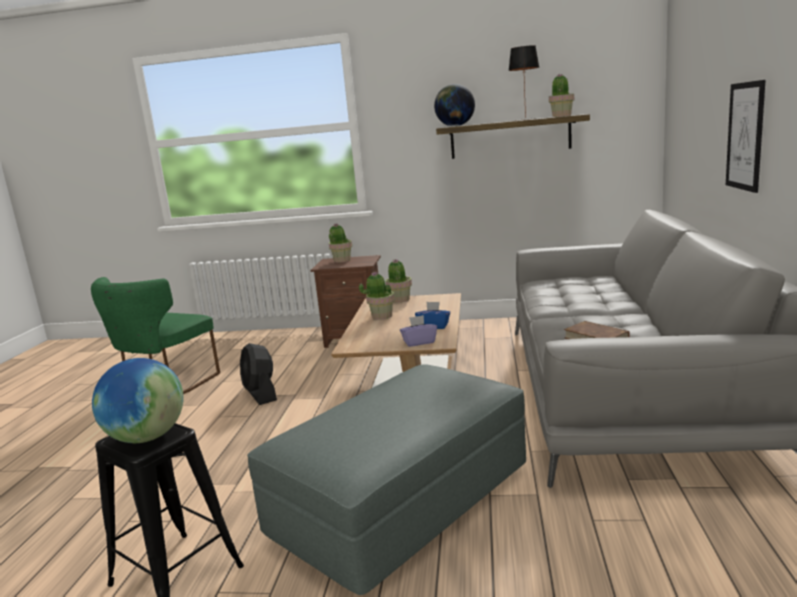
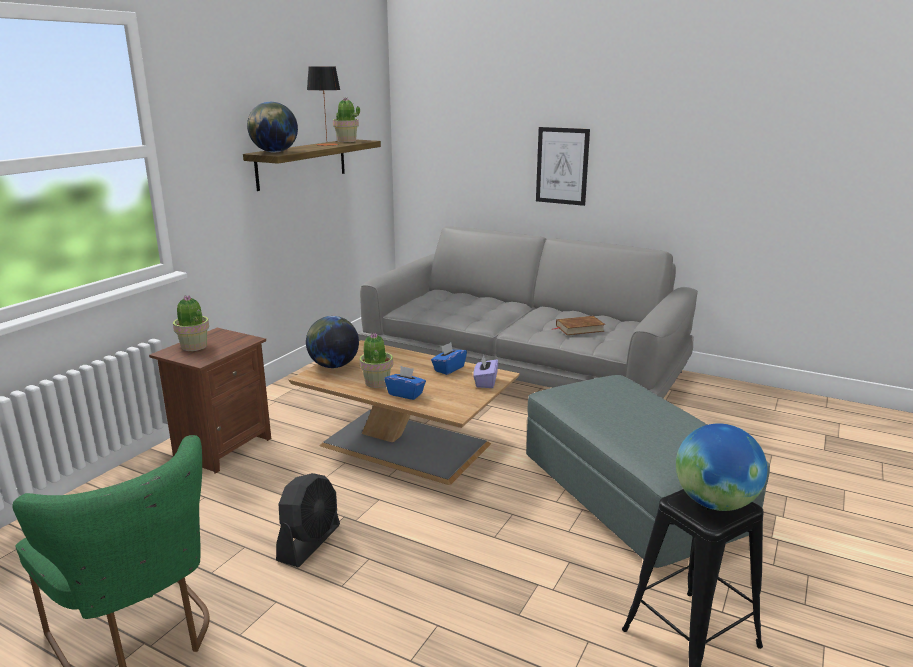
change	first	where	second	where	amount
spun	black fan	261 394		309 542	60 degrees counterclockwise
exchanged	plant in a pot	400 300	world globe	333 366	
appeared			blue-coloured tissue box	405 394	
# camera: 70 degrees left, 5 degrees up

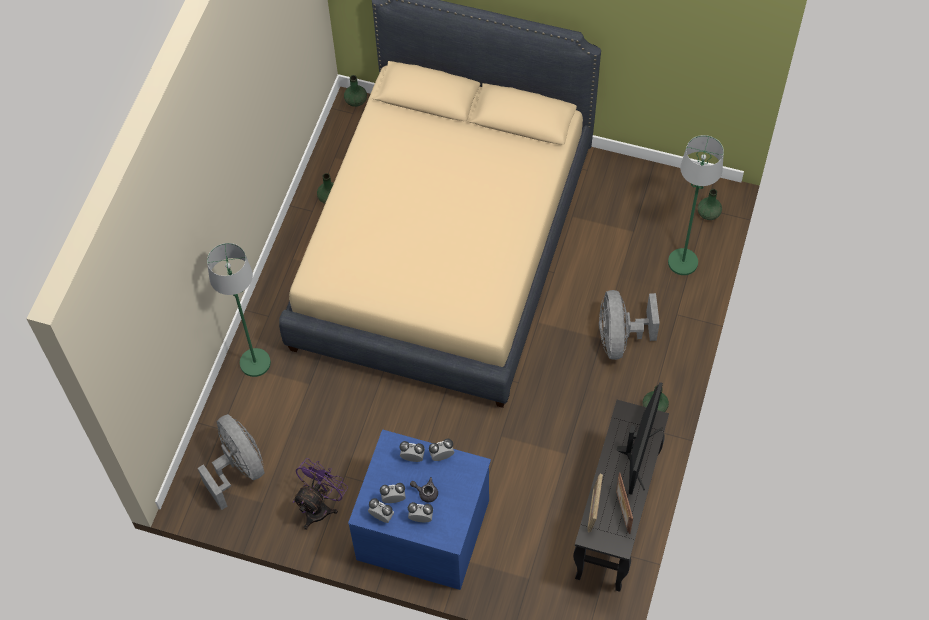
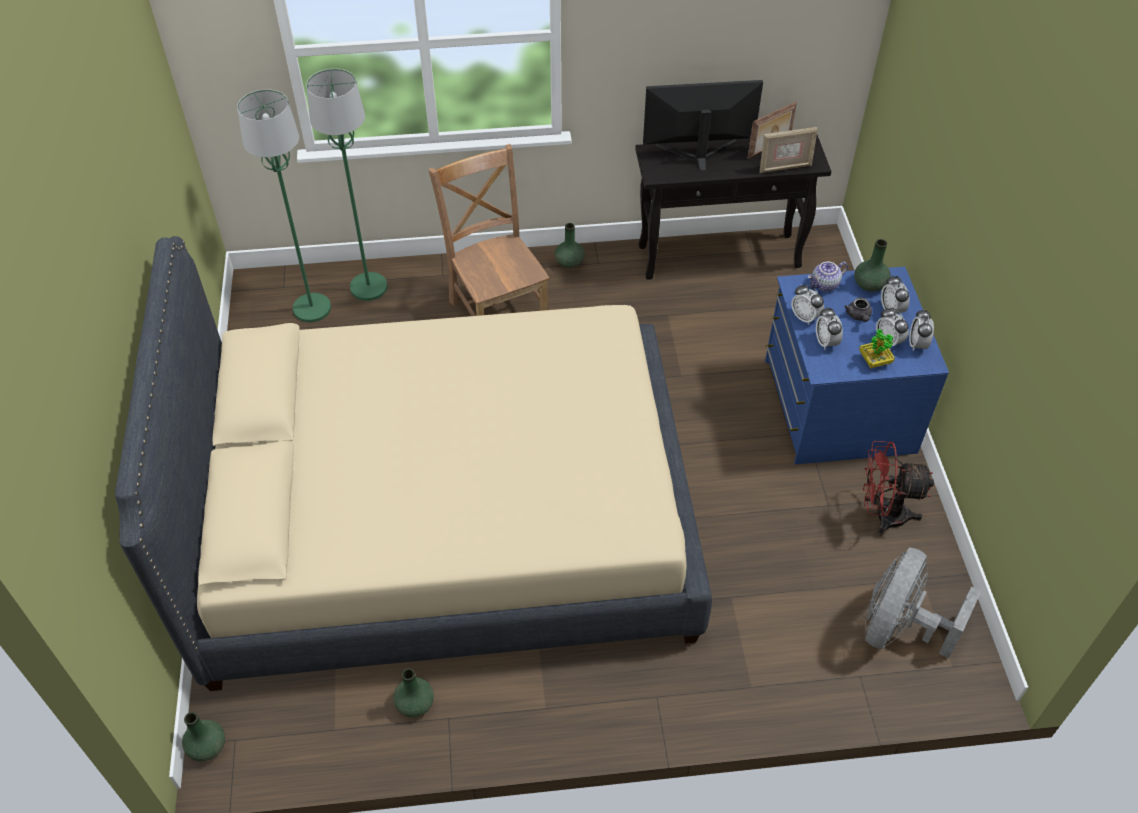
change	first	where	second	where	amount
relocated	green standard lamp	255 363		312 308	
colour	purple-coloured fan	320 506	red-coloured fan	882 515	
exchanged	gray fan	620 338	brownish plain chair	497 312	
relocated	green decorative vase	709 213		869 284	
appeared			teapot	825 285	
appeared			plant in a pot	874 361	
# camera: 115 degrees left, 10 degrees down

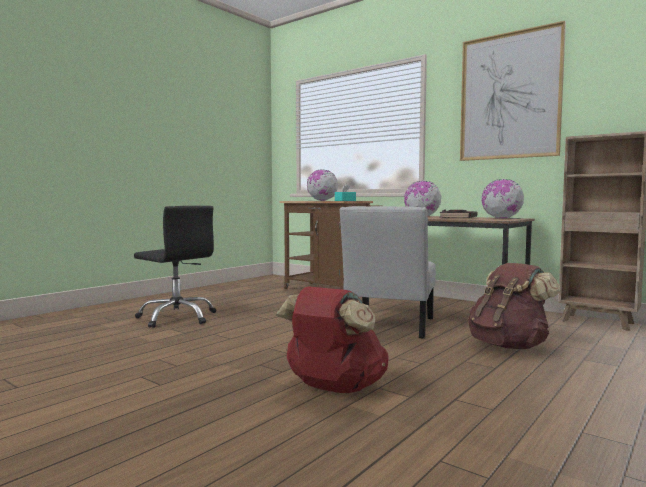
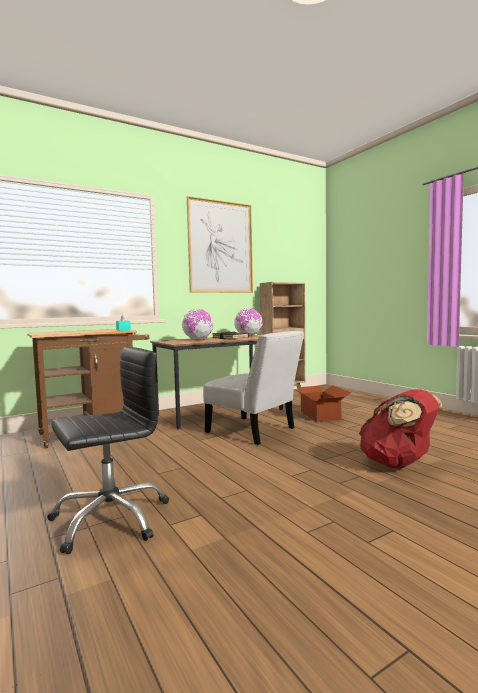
change	first	where	second	where	amount
missing	world globe	322 200			
exchanged	brownish backpack	508 346	packing box	320 415	
# camera: 70 degrees left, 0 degrees up

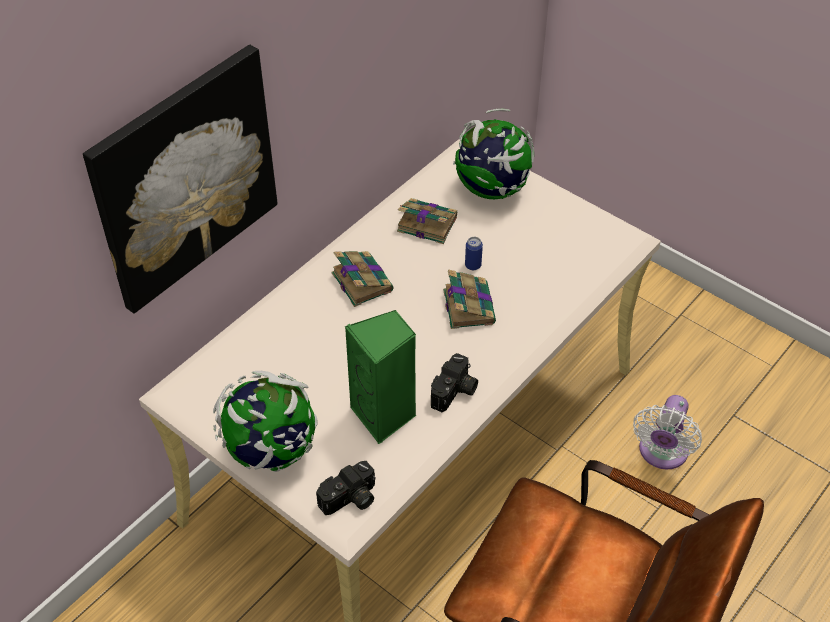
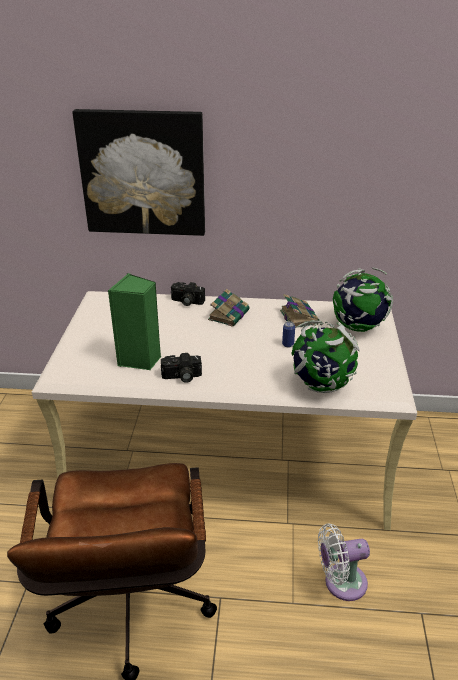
change	first	where	second	where	amount
relocated	world globe	271 451		321 384	
relocated	still camera	350 500		186 302	
missing	book	468 305			
# camera: 55 degrees right, 15 degrees down

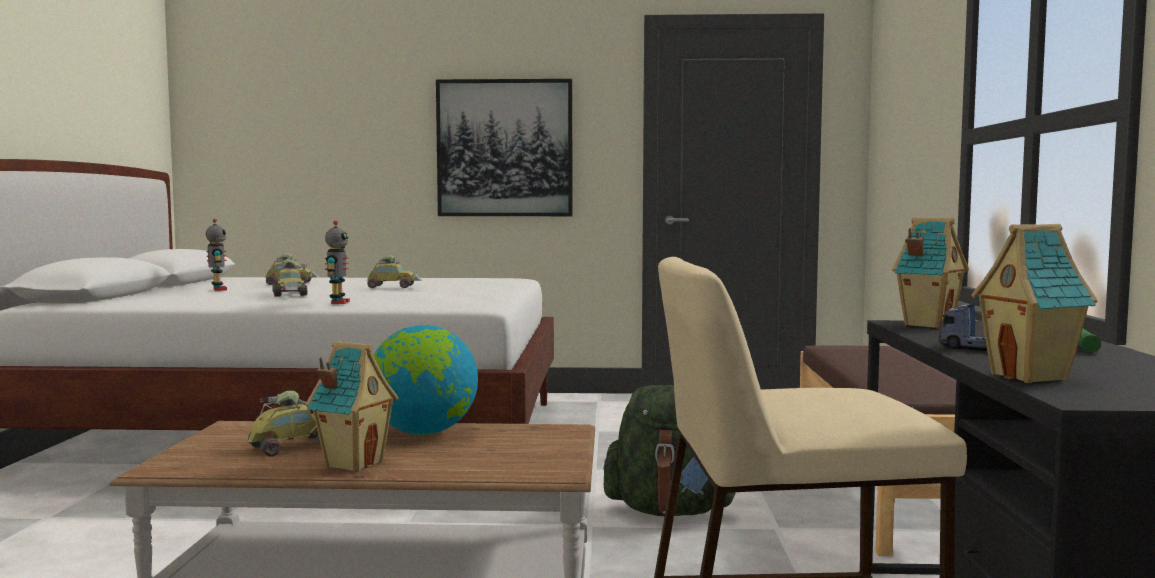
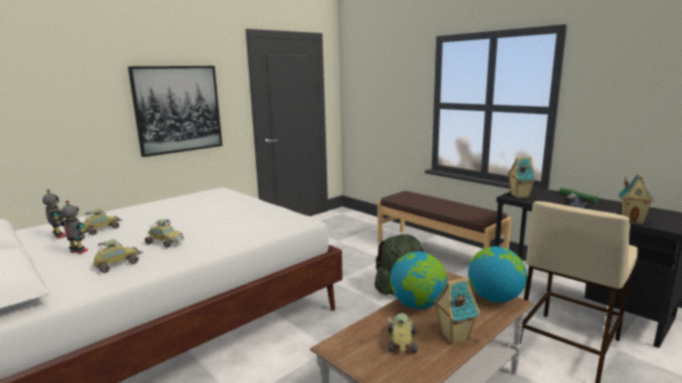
change	first	where	second	where	amount
relocated	model robot	338 302		58 236	
relocated	miniature car	392 286		117 264	
appeared			world globe	494 298	
# camera: 45 degrees left, 10 degrees up

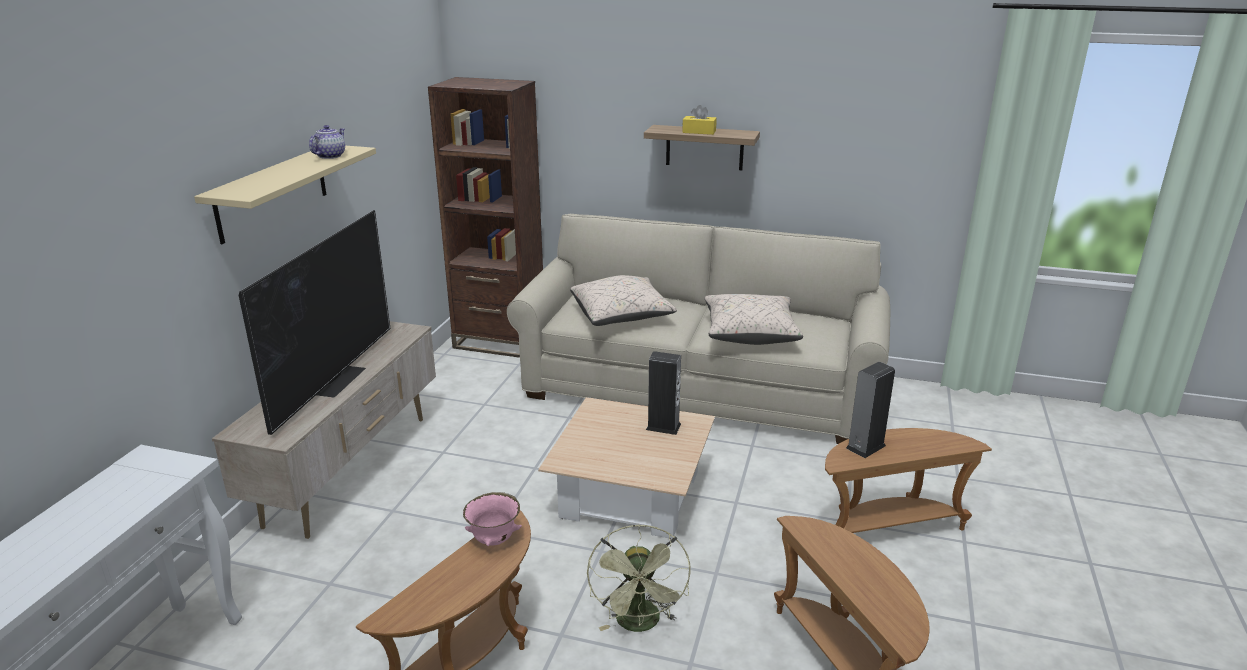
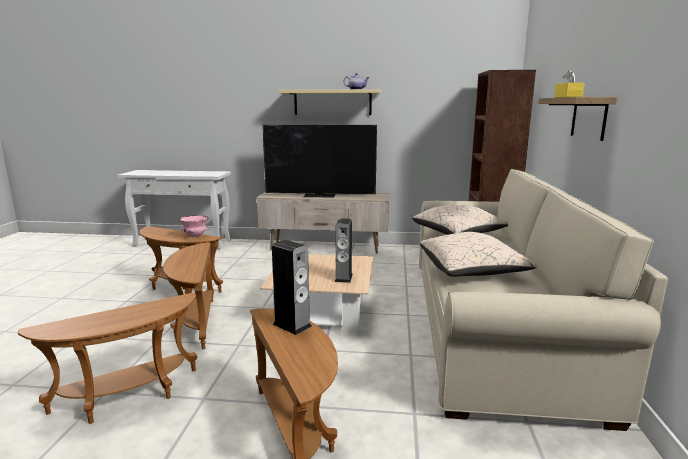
change	first	where	second	where	amount
exchanged	green fan	640 624	brownish side table	195 323	
# camera: 80 degrees right, 10 degrees down

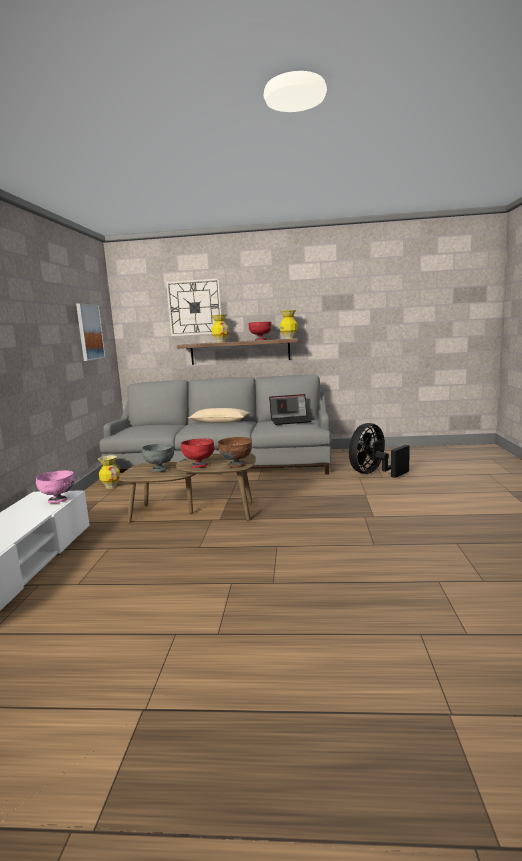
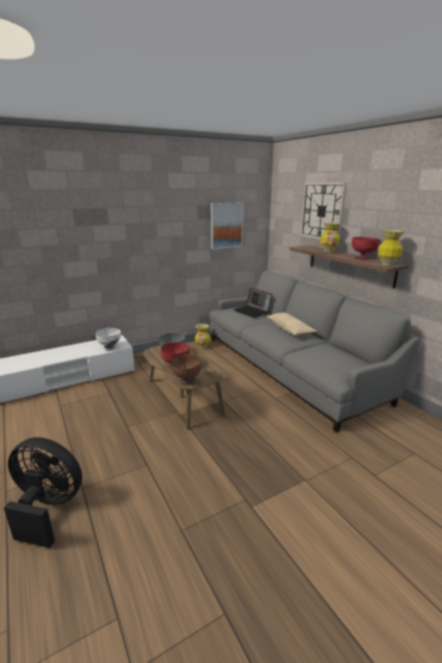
change	first	where	second	where	amount
colour	pink deep dish	58 501	white-coloured deep dish	109 348	
relocated	portable computer	291 421		252 311	
relocated	black fan	374 473		48 508	
# camera: 55 degrees right, 10 degrees up

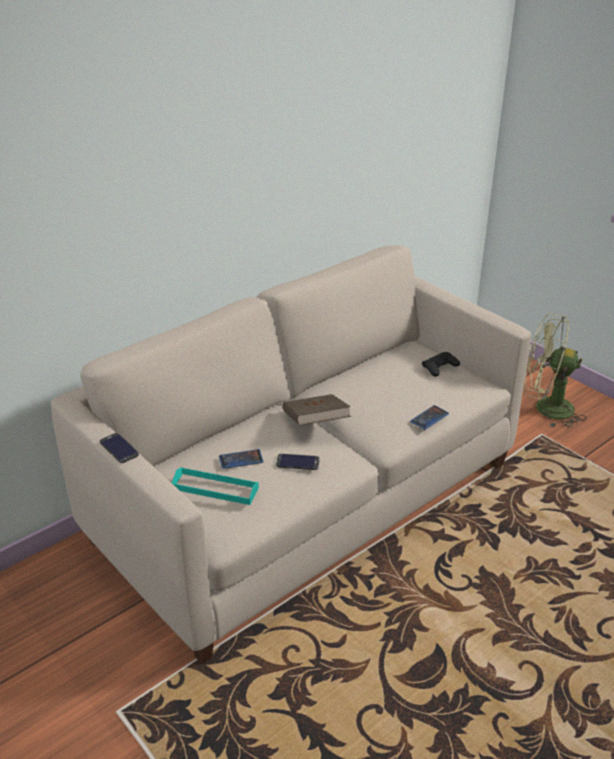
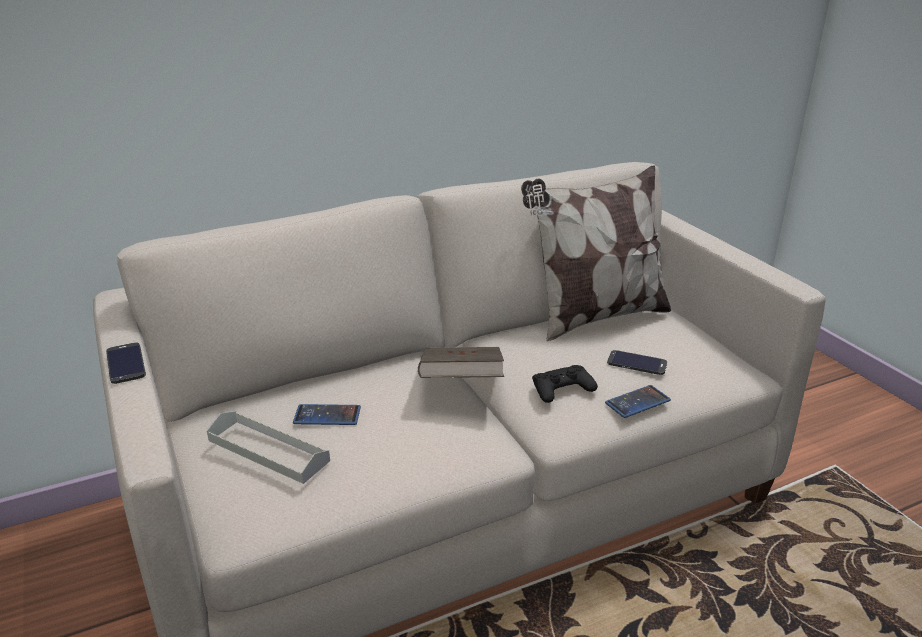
change	first	where	second	where	amount
colour	turquoise-coloured carrying tray	215 488	gray carrying tray	268 450	
relocated	telephone	297 462		637 363	
relocated	black gamepad	440 367		562 389	
missing	green fan	545 409			
appeared			throw pillow	595 316	
# camera: 15 degrees right, 5 degrees down

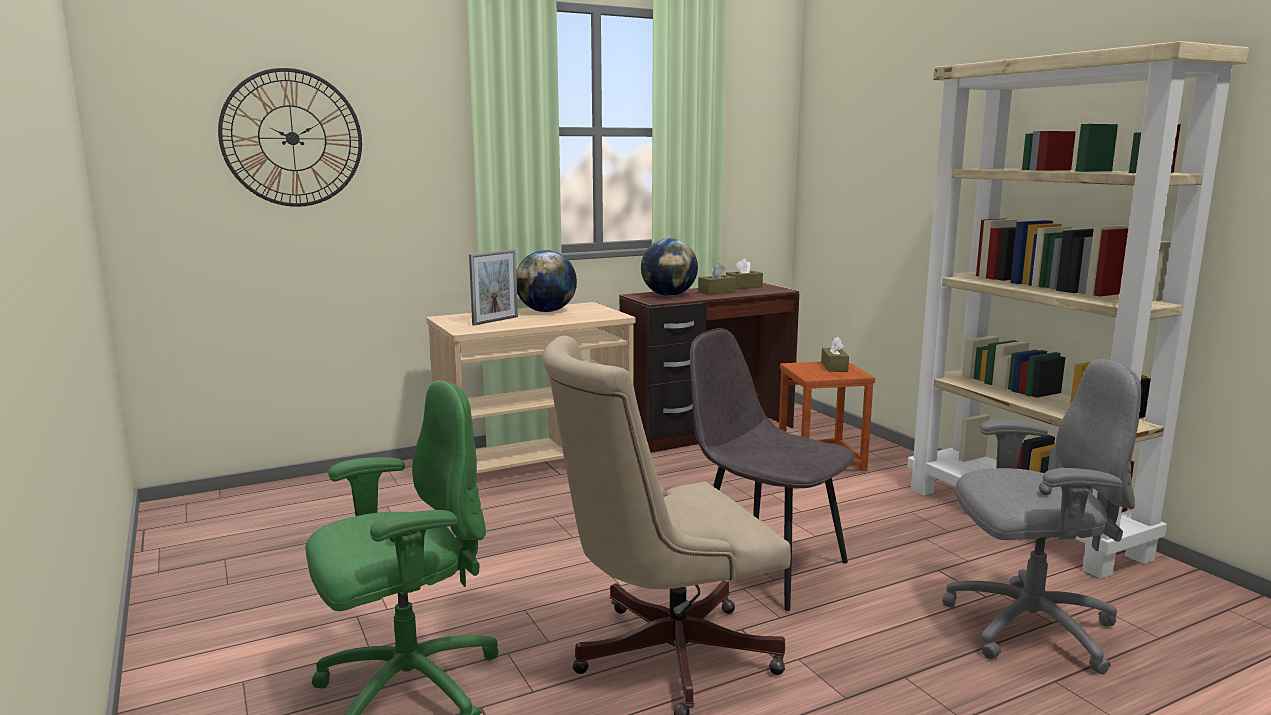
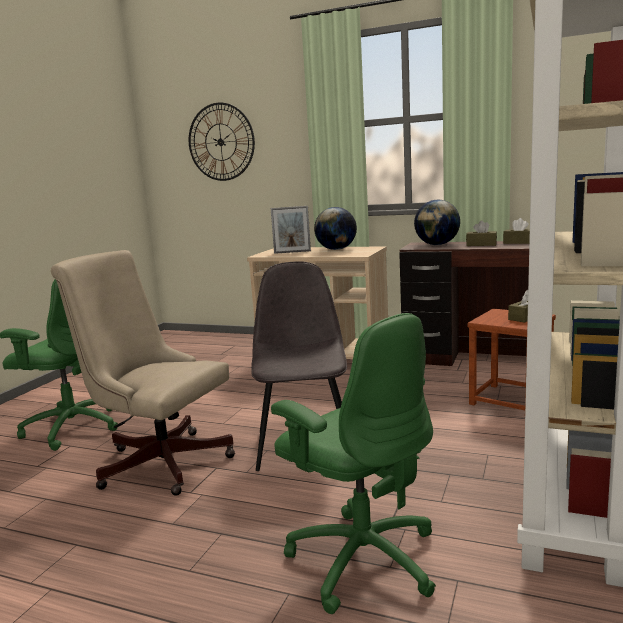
change	first	where	second	where	amount
colour	gray desk chair	1027 627	green desk chair	362 558	
# camera: 50 degrees right, 0 degrees up

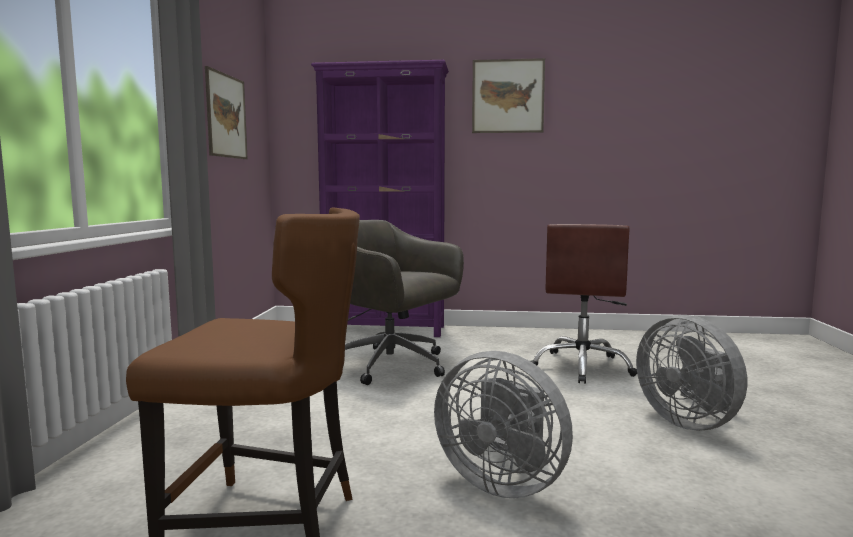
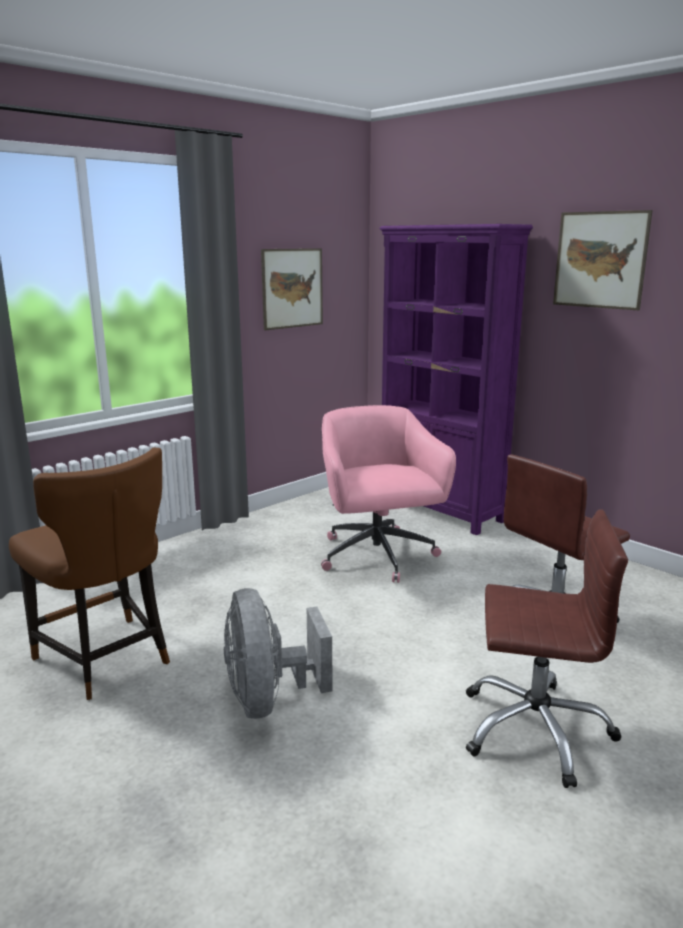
change	first	where	second	where	amount
colour	gray desk chair	393 366	pink desk chair	378 557	
exchanged	gray fan	690 422	brownish desk chair	535 728	
# camera: 40 degrees right, 10 degrees up

